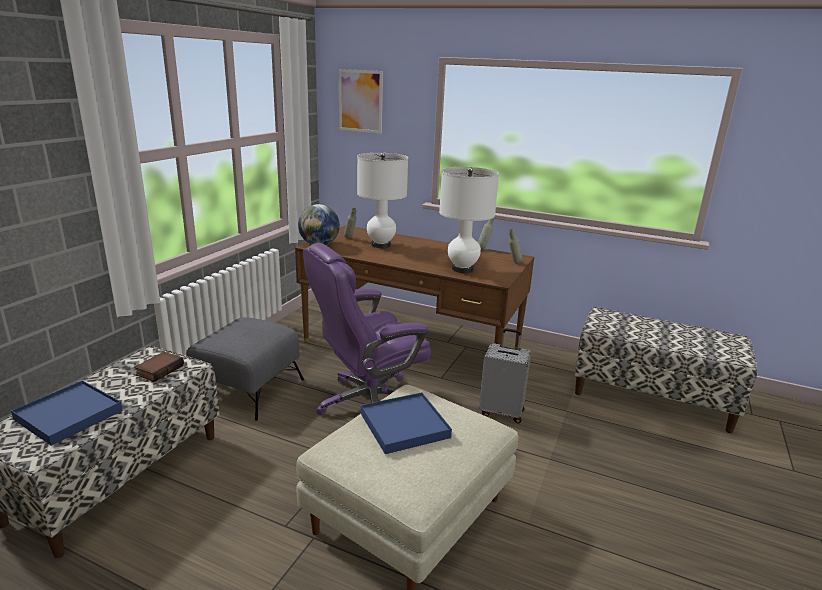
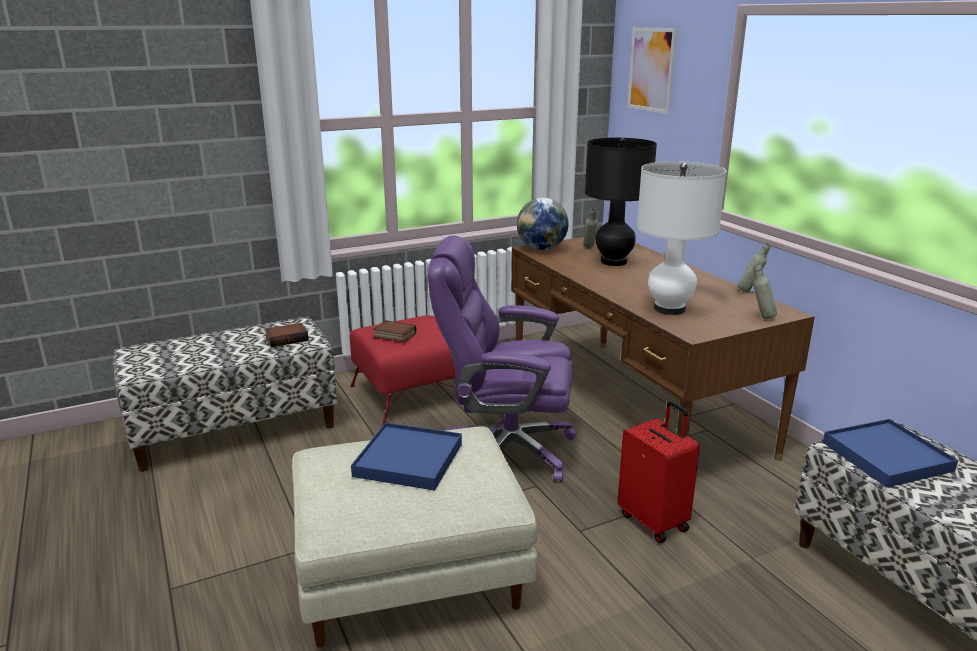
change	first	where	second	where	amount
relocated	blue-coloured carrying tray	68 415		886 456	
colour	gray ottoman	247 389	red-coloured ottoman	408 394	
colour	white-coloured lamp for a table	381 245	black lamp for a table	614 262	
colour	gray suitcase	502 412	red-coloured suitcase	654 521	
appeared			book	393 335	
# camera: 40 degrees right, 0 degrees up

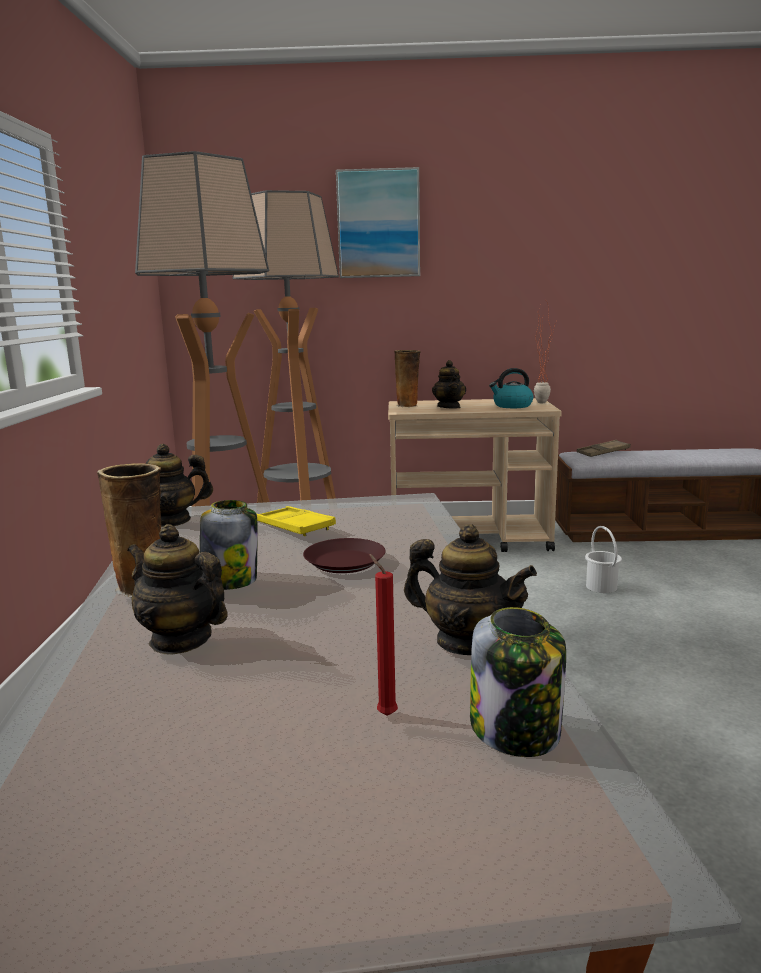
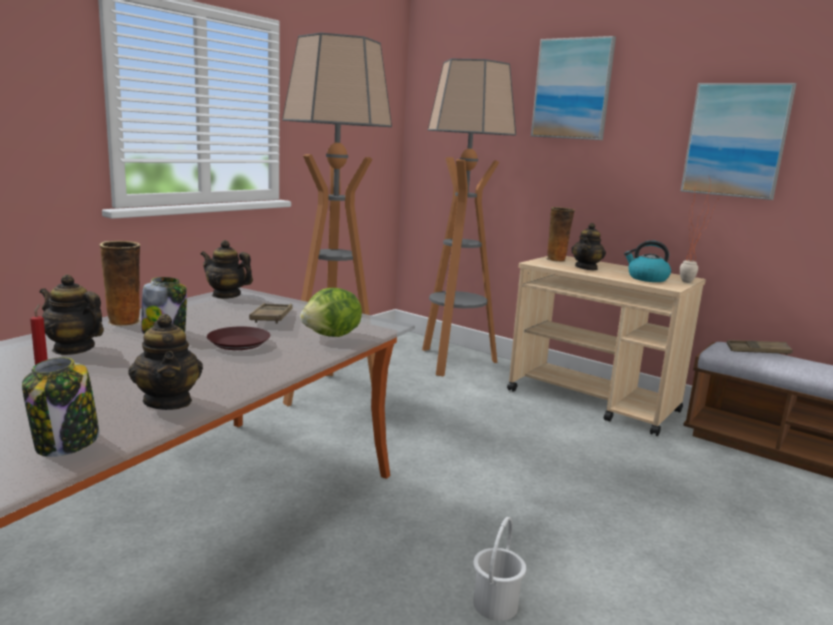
change	first	where	second	where	amount
spun	teapot	180 640		73 349	45 degrees counterclockwise
colour	yellowish carrying tray	294 527	brownish carrying tray	271 317	
relocated	white-coloured pail	601 586		496 605	
appeared			head of lettuce	332 336	
appeared			picture	736 140	
# camera: 35 degrees right, 0 degrees up

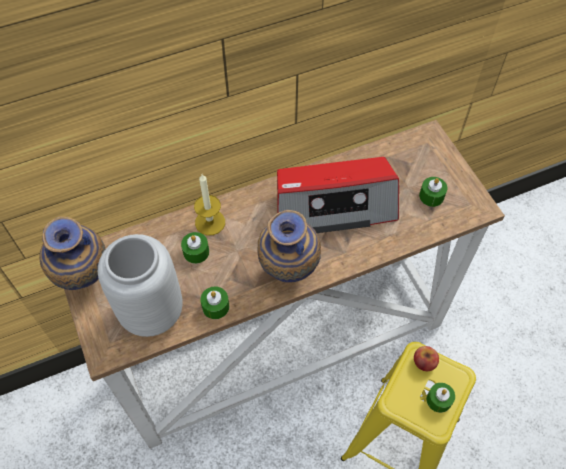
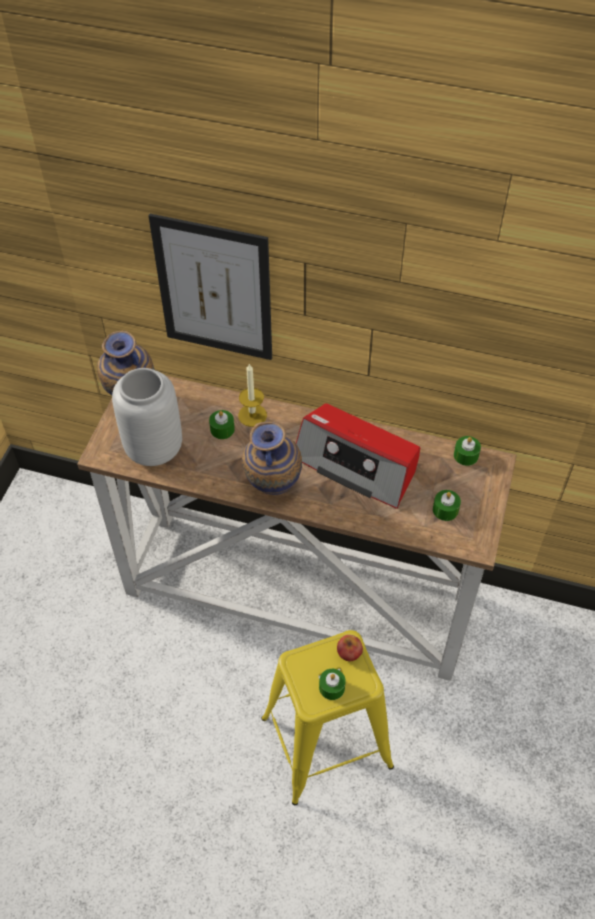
change	first	where	second	where	amount
relocated	green wax light	215 306		466 455	
appeared			picture	214 289	
# camera: 40 degrees right, 5 degrees down

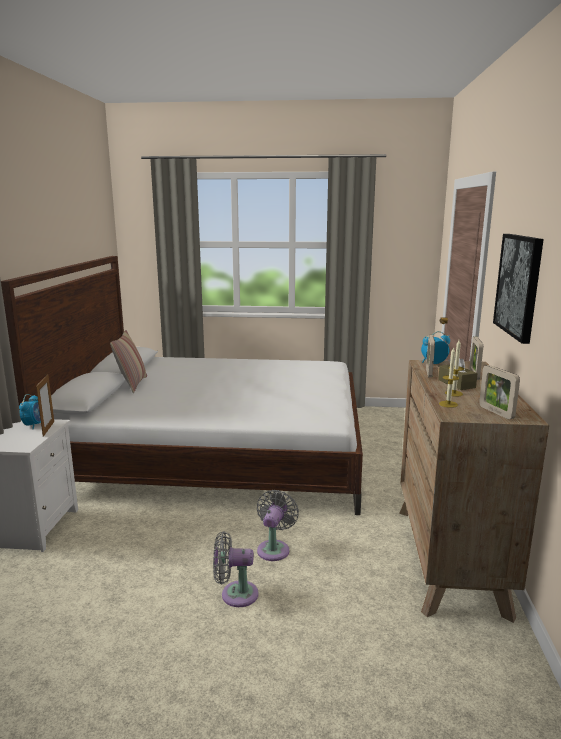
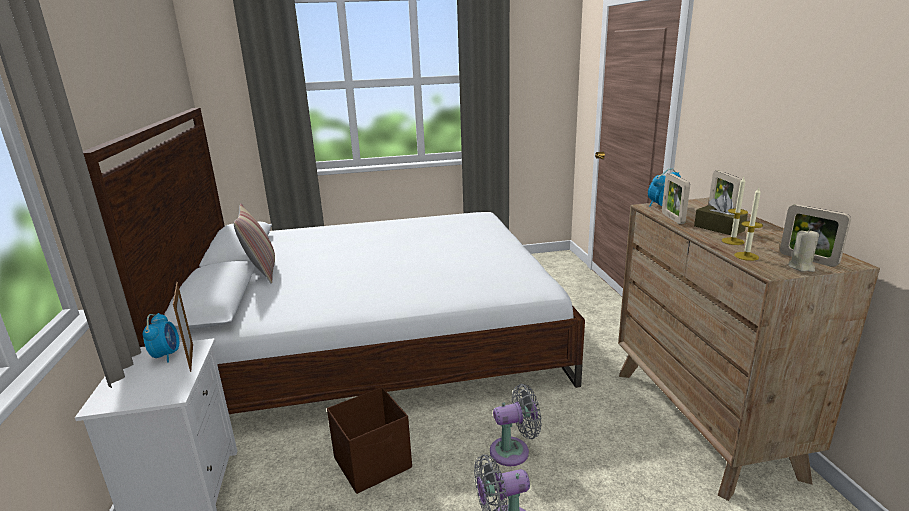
change	first	where	second	where	amount
spun	gray fan	274 548		513 451	75 degrees clockwise
missing	picture	519 285			
appeared			brownish storage container	374 463	
appeared			beige wax light	801 267	
# camera: 15 degrees left, 5 degrees up

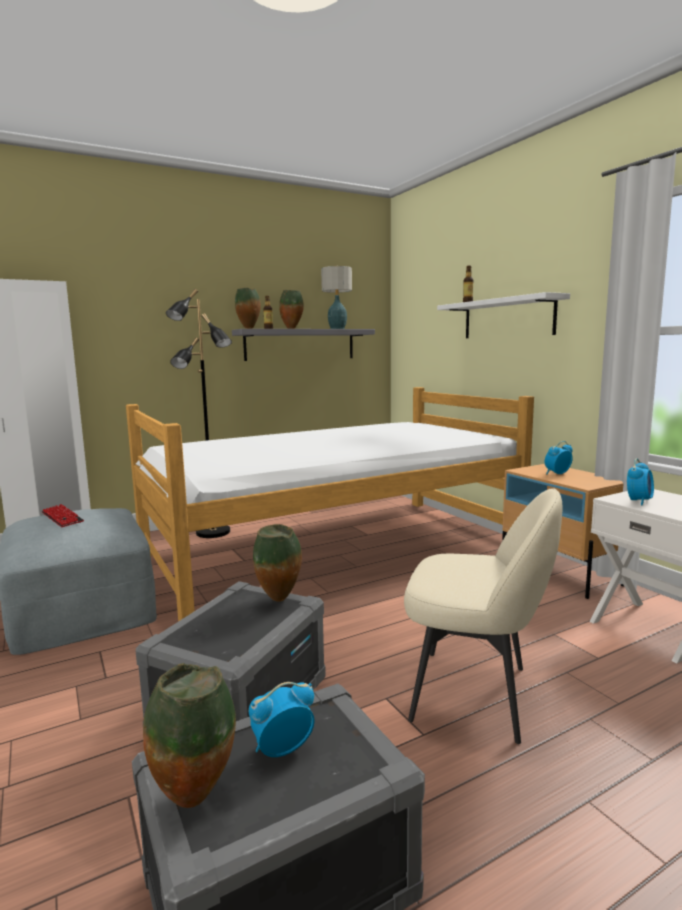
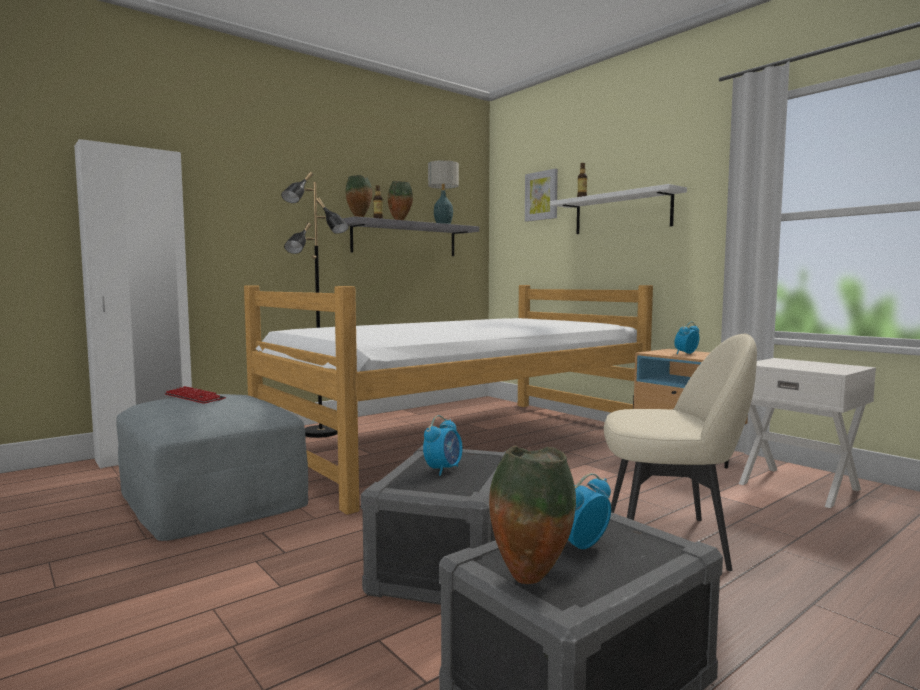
change	first	where	second	where	amount
missing	decorative vase	280 600			
relocated	table clock	639 501		443 469	
appeared			picture	541 196	
# camera: 10 degrees left, 5 degrees down

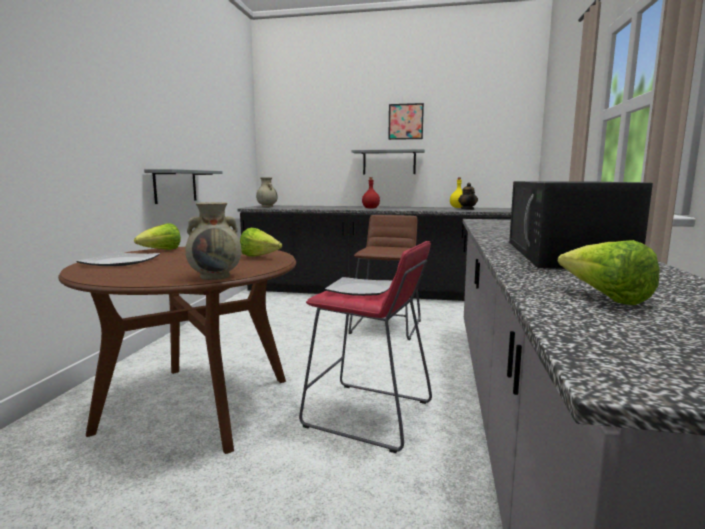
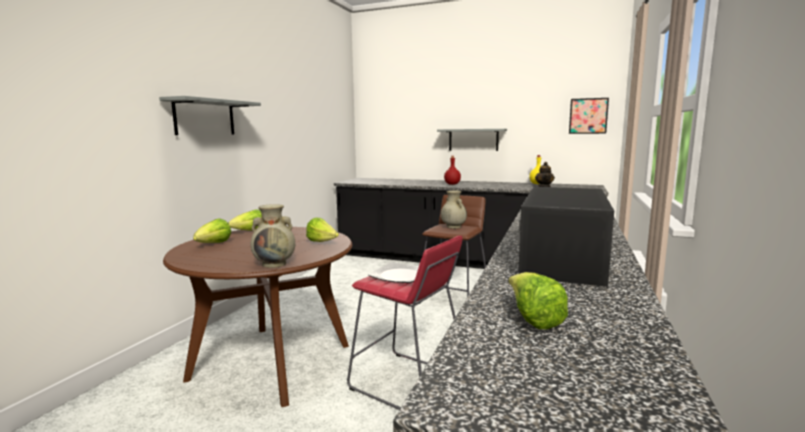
change	first	where	second	where	amount
exchanged	dinner plate	121 262	head of lettuce	213 244	
relocated	gray wall shelf	175 186		204 117	
relocated	beige decorative vase	267 206		453 227	
relocated	picture	405 121		588 116	
# camera: 10 degrees right, 0 degrees up

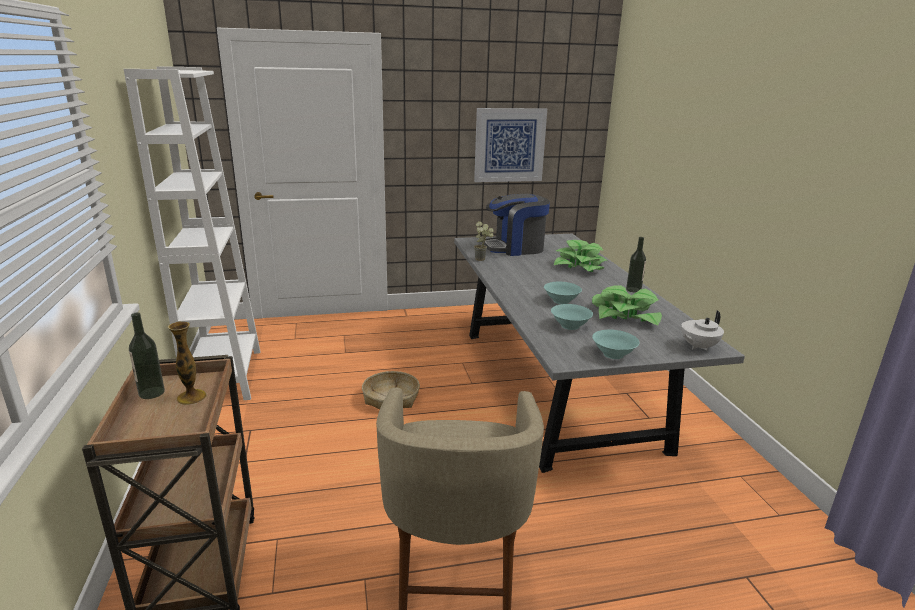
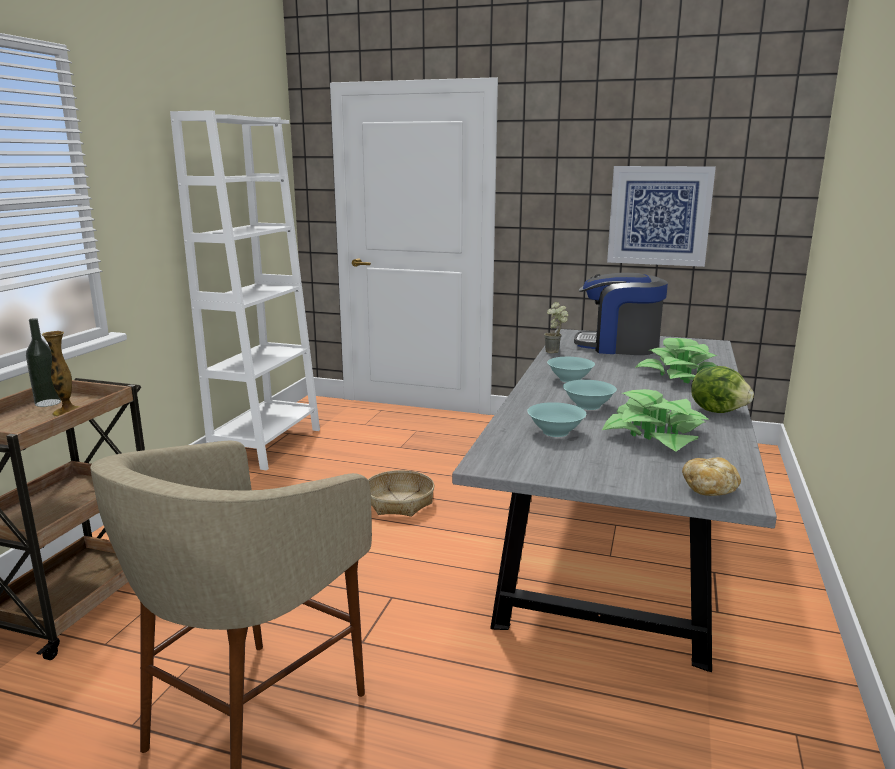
change	first	where	second	where	amount
relocated	turquoise-coloured deep dish	613 354		569 379	
exchanged	beverage bottle	633 289	head of lettuce	718 410	
exchanged	white-coloured teapot	697 346	bread	709 489	
# camera: 30 degrees right, 5 degrees down

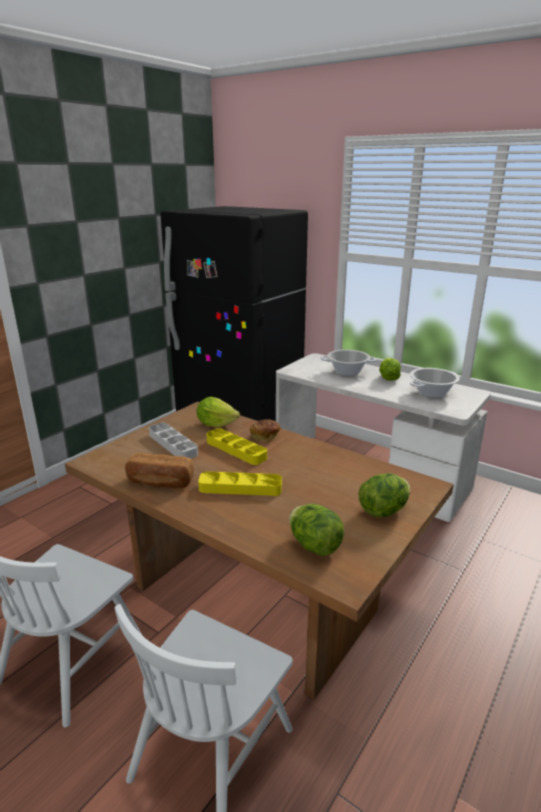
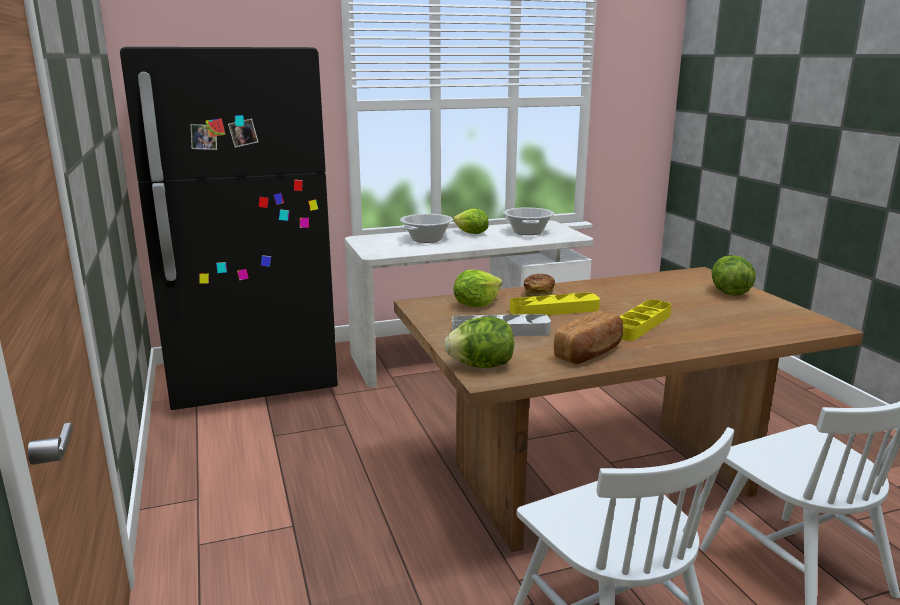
change	first	where	second	where	amount
relocated	head of lettuce	314 546		481 365	
# camera: 55 degrees left, 5 degrees down

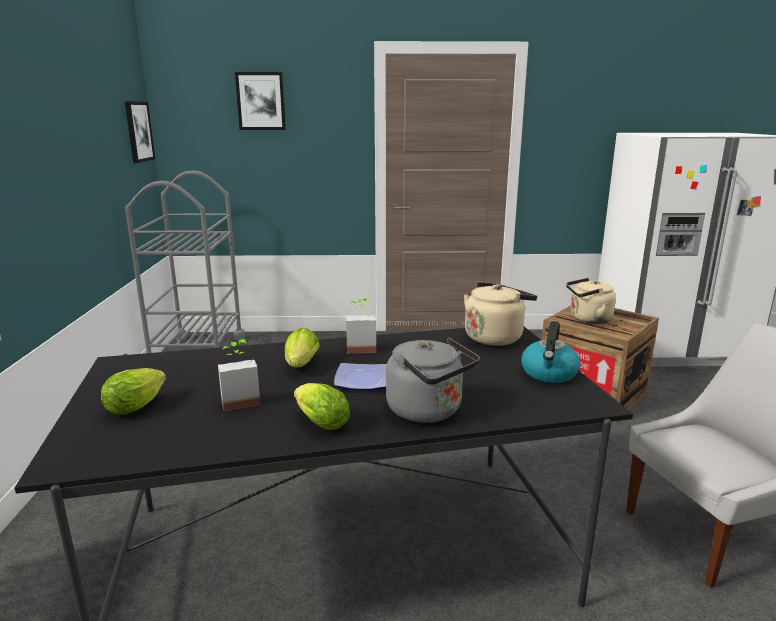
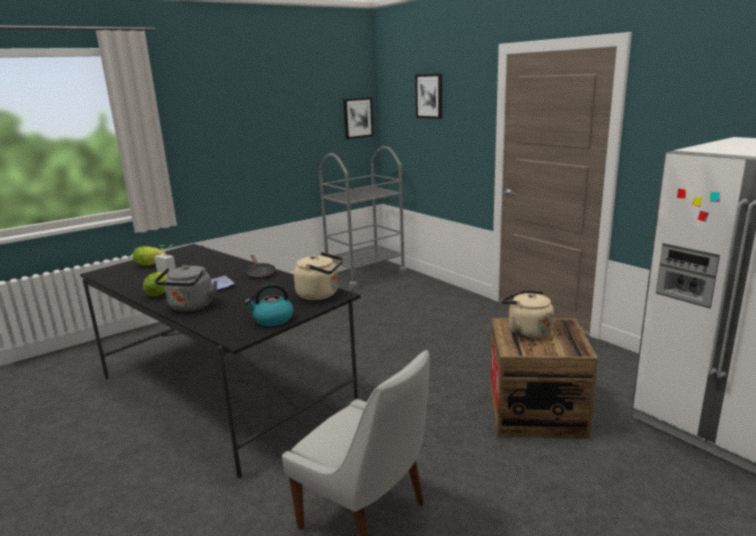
change	first	where	second	where	amount
missing	head of lettuce	301 366			
exchanged	plant in a pot	361 347	black frying pan	260 274	
# camera: 55 degrees right, 0 degrees up

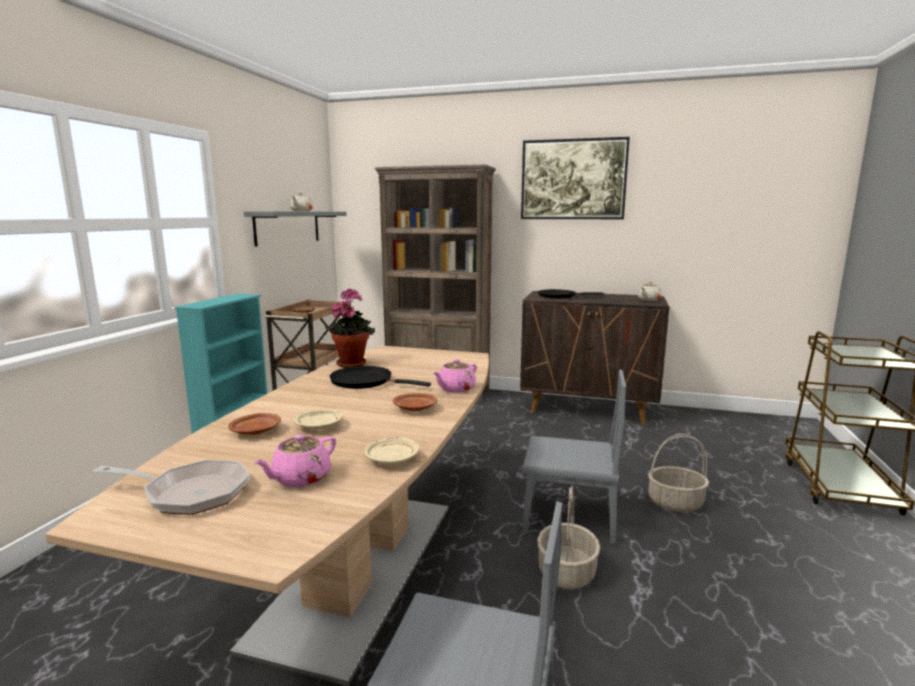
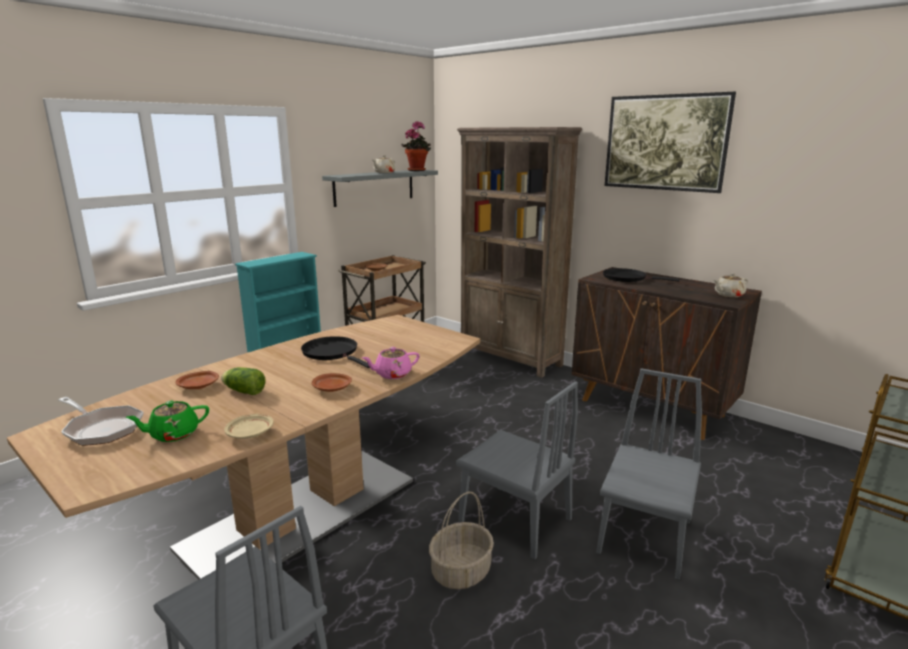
change	first	where	second	where	amount
colour	pink teapot	300 478	green teapot	173 434	
exchanged	beige dinner plate	319 426	head of lettuce	243 391	
relocated	plant in a pot	352 363		417 170	
exchanged	storage basket	675 502	gray plain chair	645 536	
# camera: 25 degrees right, 5 degrees up

